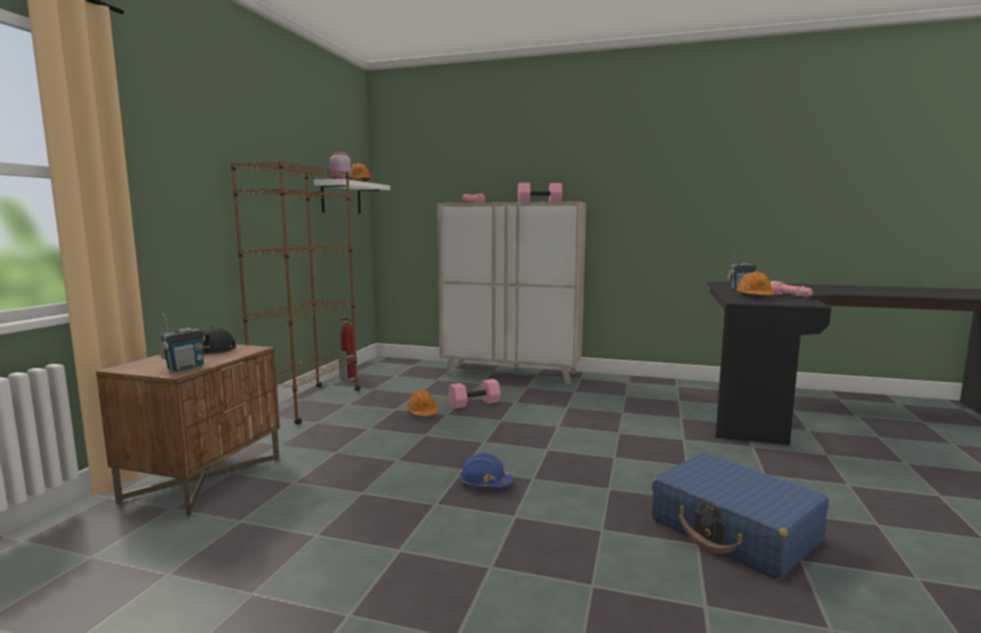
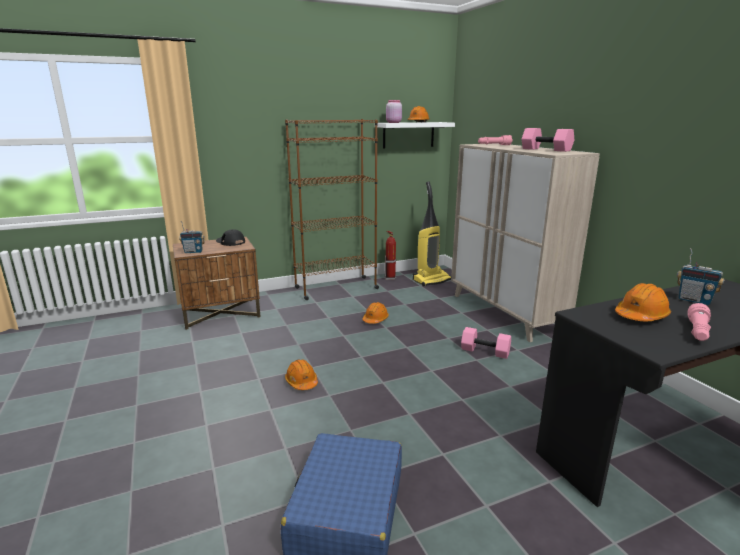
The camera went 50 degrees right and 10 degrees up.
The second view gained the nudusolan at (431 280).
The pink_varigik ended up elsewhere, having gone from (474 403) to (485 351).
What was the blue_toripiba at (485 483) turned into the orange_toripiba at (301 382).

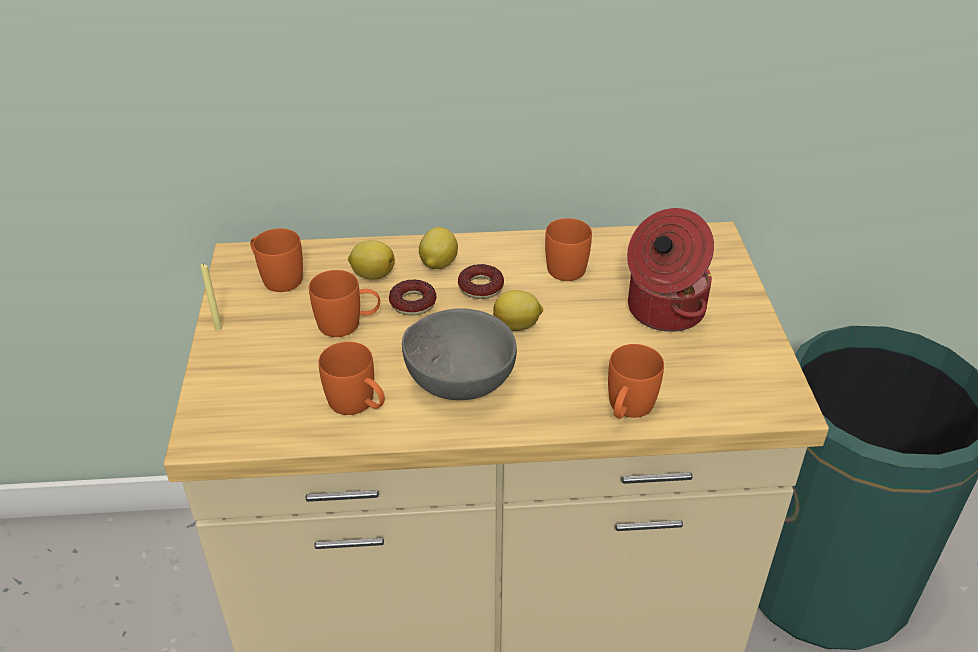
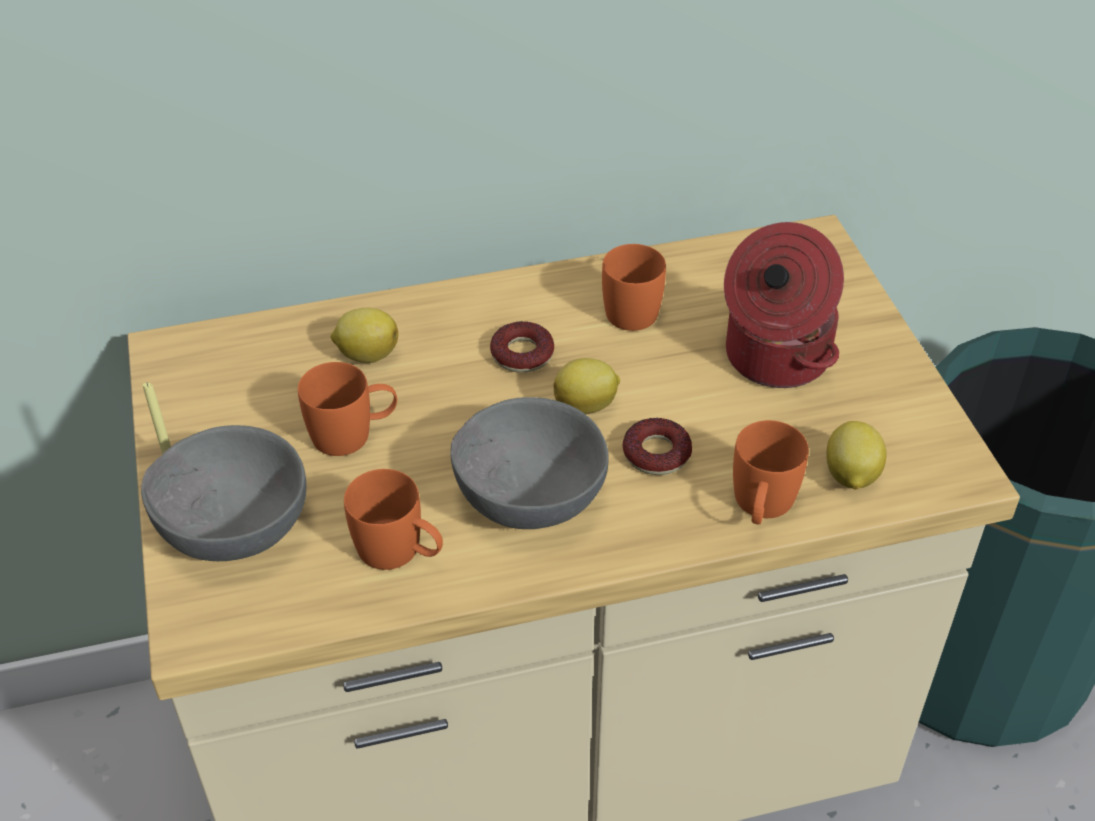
The camera went 10 degrees left and 5 degrees up.
The second view lost the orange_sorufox at (277 277).
The second view gained the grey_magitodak at (232 526).
The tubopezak ended up elsewhere, having gone from (413 303) to (656 453).
The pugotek ended up elsewhere, having gone from (438 264) to (850 476).

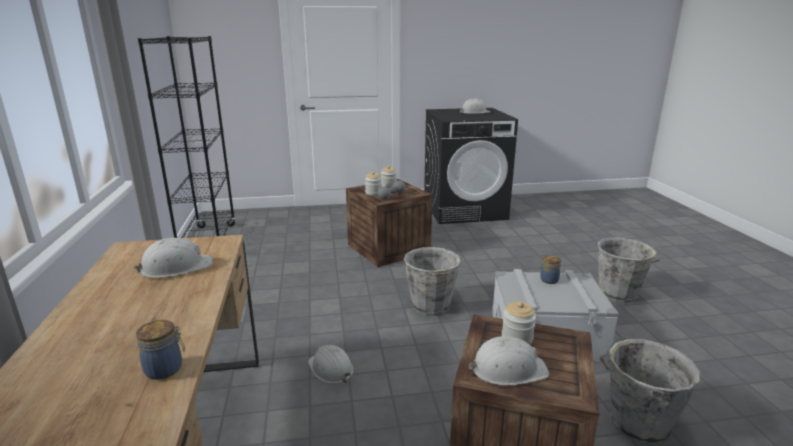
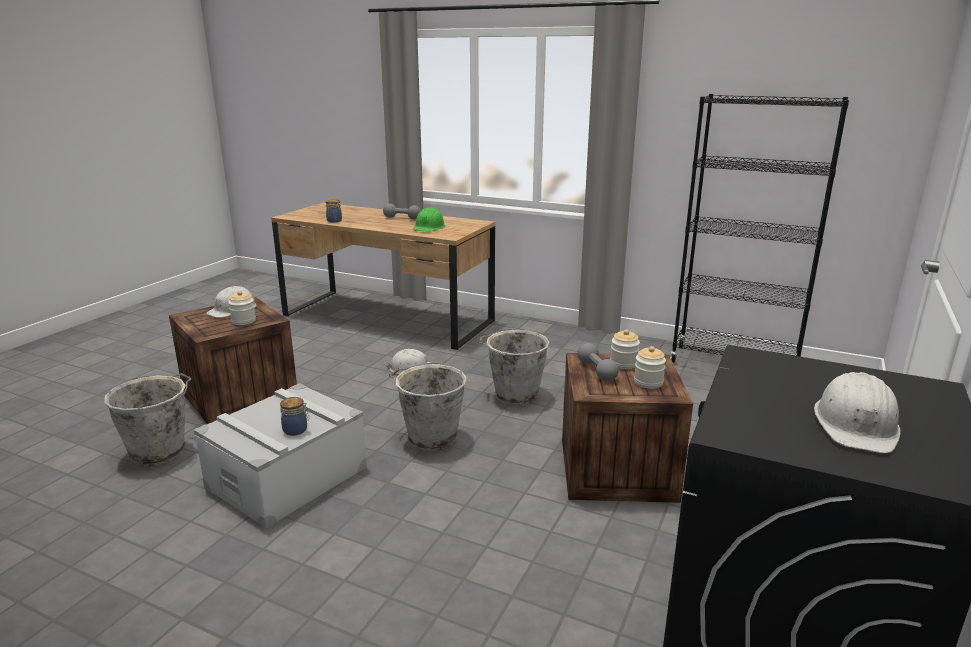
The camera went 125 degrees right and 0 degrees up.
The second view gained the grey_varigik at (402 218).
The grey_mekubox ended up elsewhere, having gone from (619 294) to (514 395).
What was the white_toripiba at (176 267) turned into the green_toripiba at (429 227).

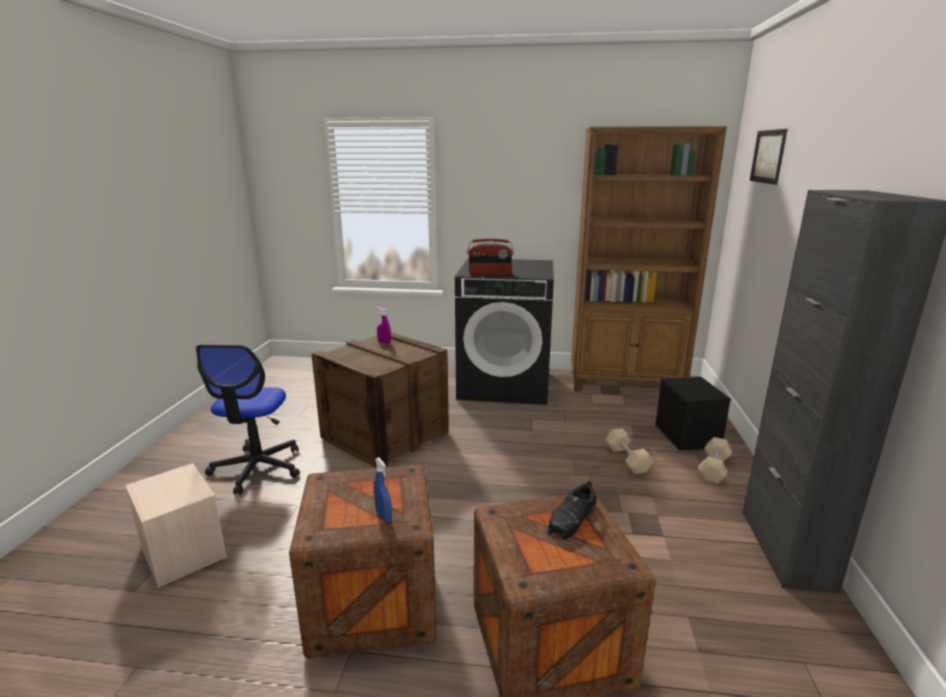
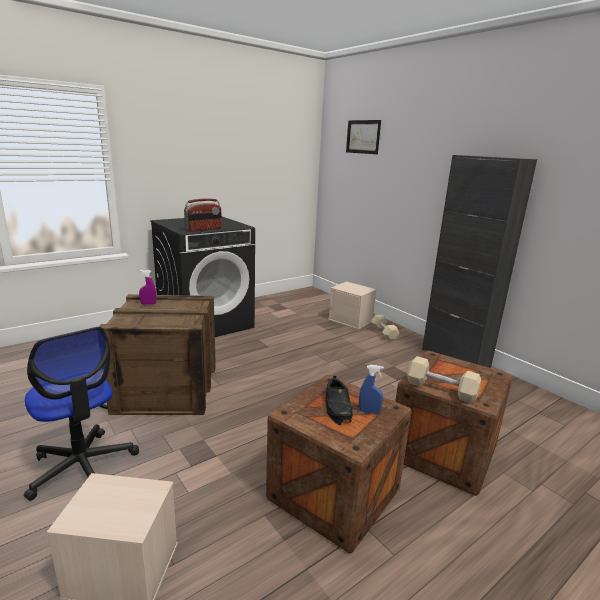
The camera went 45 degrees left and 0 degrees up.
The second view lost the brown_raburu at (626 383).
The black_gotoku ended up elsewhere, having gone from (572 519) to (338 407).
The beige_varigik ended up elsewhere, having gone from (627 459) to (441 389).
What was the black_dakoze at (688 436) turned into the beige_dakoze at (351 320).

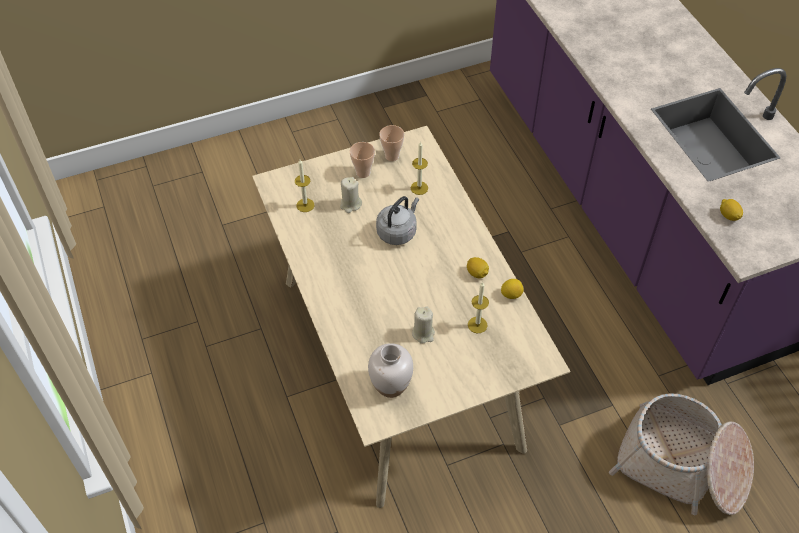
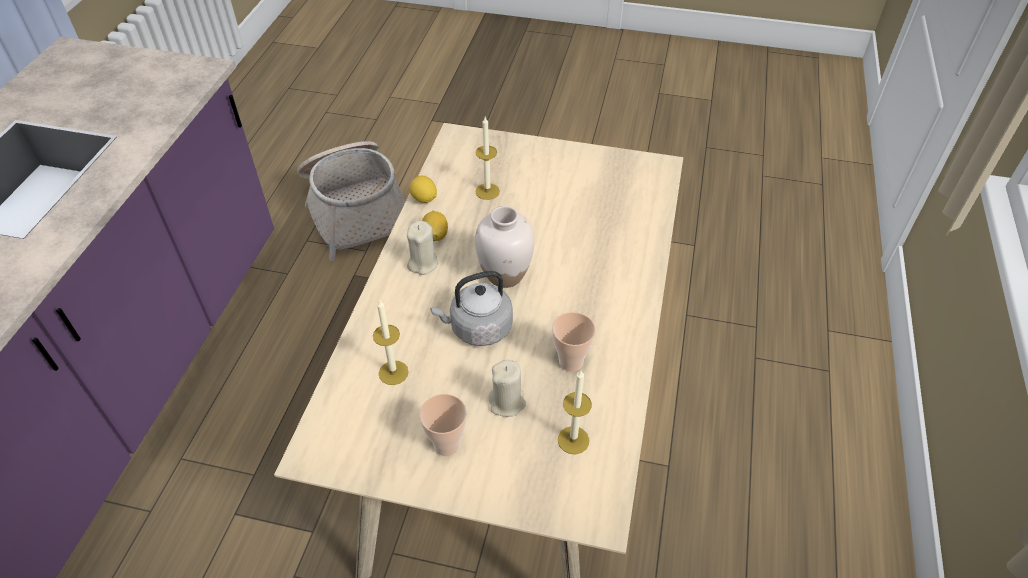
The camera went 145 degrees left and 5 degrees down.
The second view lost the pugotek at (728 216).
The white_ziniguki ended up elsewhere, having gone from (390 385) to (505 275).
The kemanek ended up elsewhere, having gone from (392 156) to (570 362).
The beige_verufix ended up elsewhere, having gone from (423 333) to (423 263).

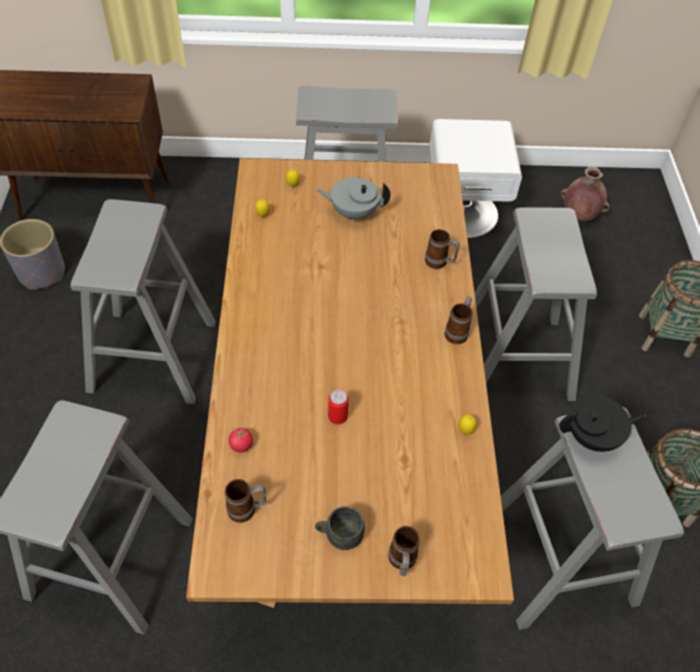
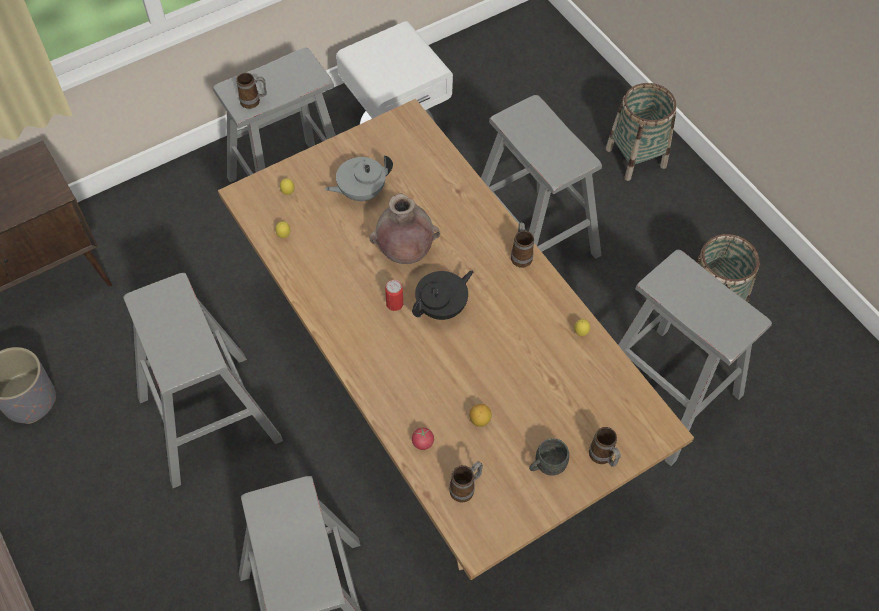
The camera went 30 degrees left and 5 degrees up.
The second view gained the pugotek at (480 420).
The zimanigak ended up elsewhere, having gone from (337 416) to (394 304).
The sorufox ended up elsewhere, having gone from (439 263) to (254 102).
The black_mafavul ended up elsewhere, having gone from (592 437) to (442 307).
The brown_ziniguki ended up elsewhere, having gone from (578 216) to (405 253).

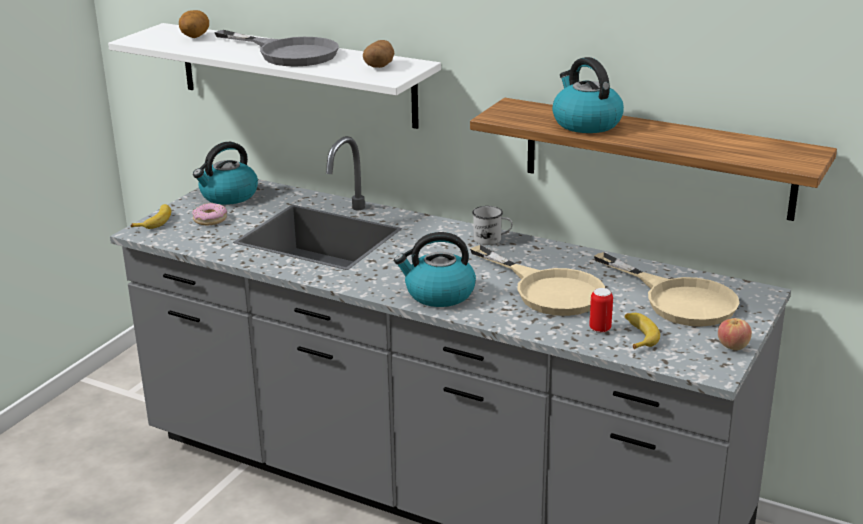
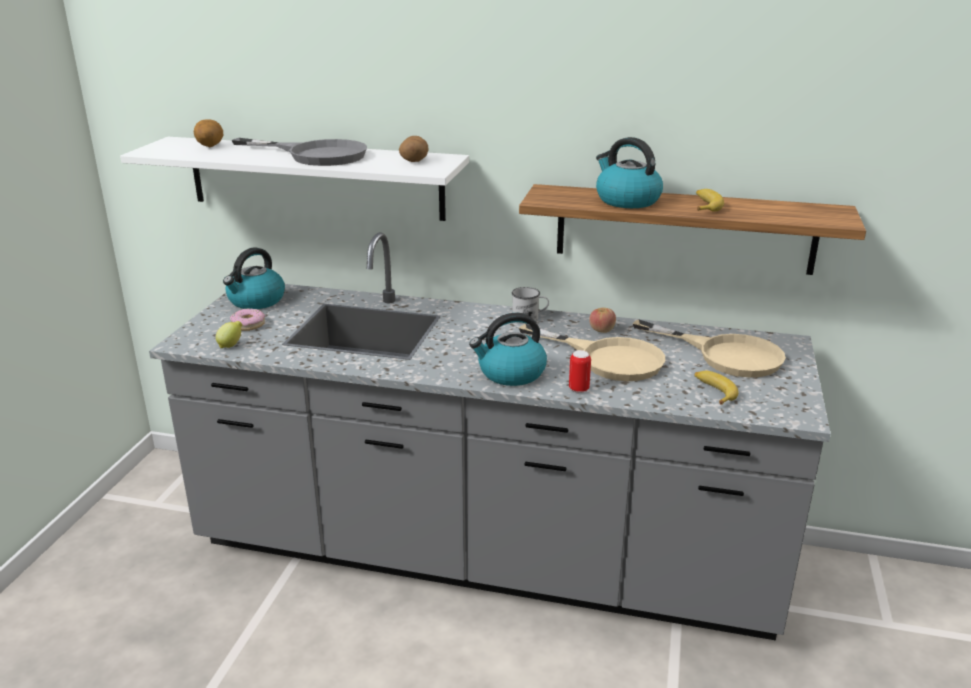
The camera went 15 degrees left and 0 degrees up.
The second view gained the pugotek at (231 345).
The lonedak ended up elsewhere, having gone from (155 221) to (705 206).
The zimanigak ended up elsewhere, having gone from (600 329) to (578 389).
The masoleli ended up elsewhere, having gone from (733 346) to (601 330).

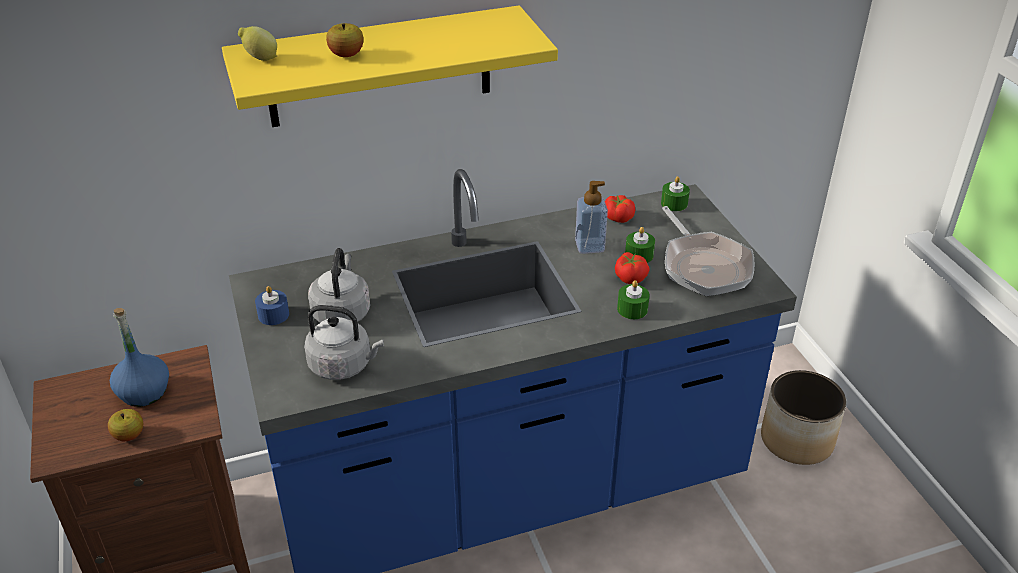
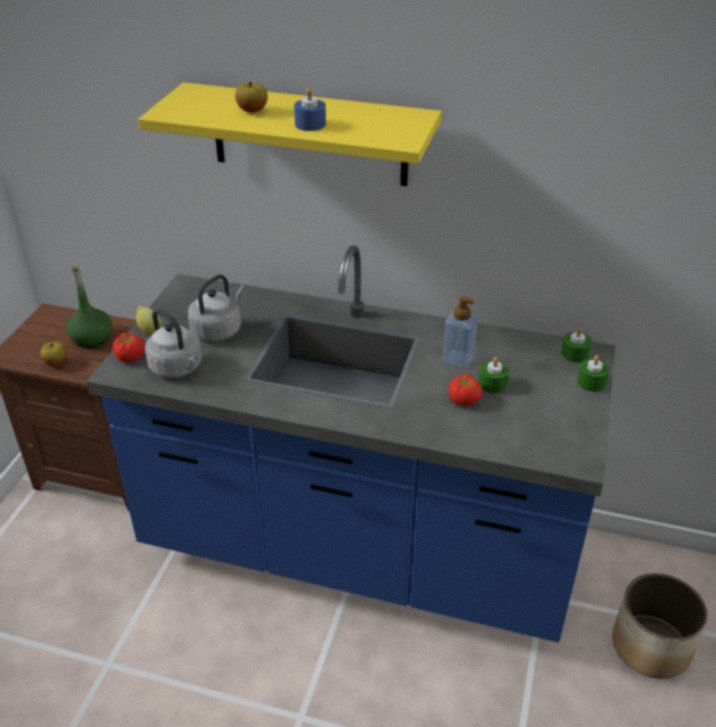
The camera went 35 degrees right and 0 degrees up.
The second view lost the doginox at (704 266).
The pugotek ended up elsewhere, having gone from (260 59) to (149 331).
The blue_verufix ended up elsewhere, having gone from (273 315) to (310 124).
The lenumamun ended up elsewhere, having gone from (618 217) to (131 356).
The green_verufix ended up elsewhere, having gone from (632 309) to (591 382).
What was the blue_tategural at (144 392) turned into the green_tategural at (92 338).

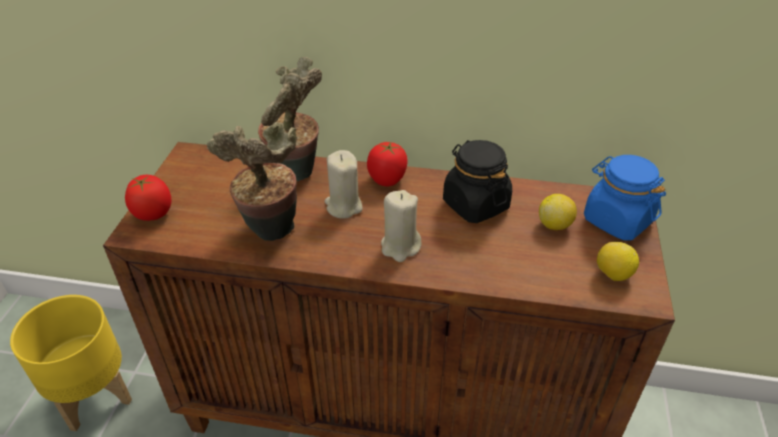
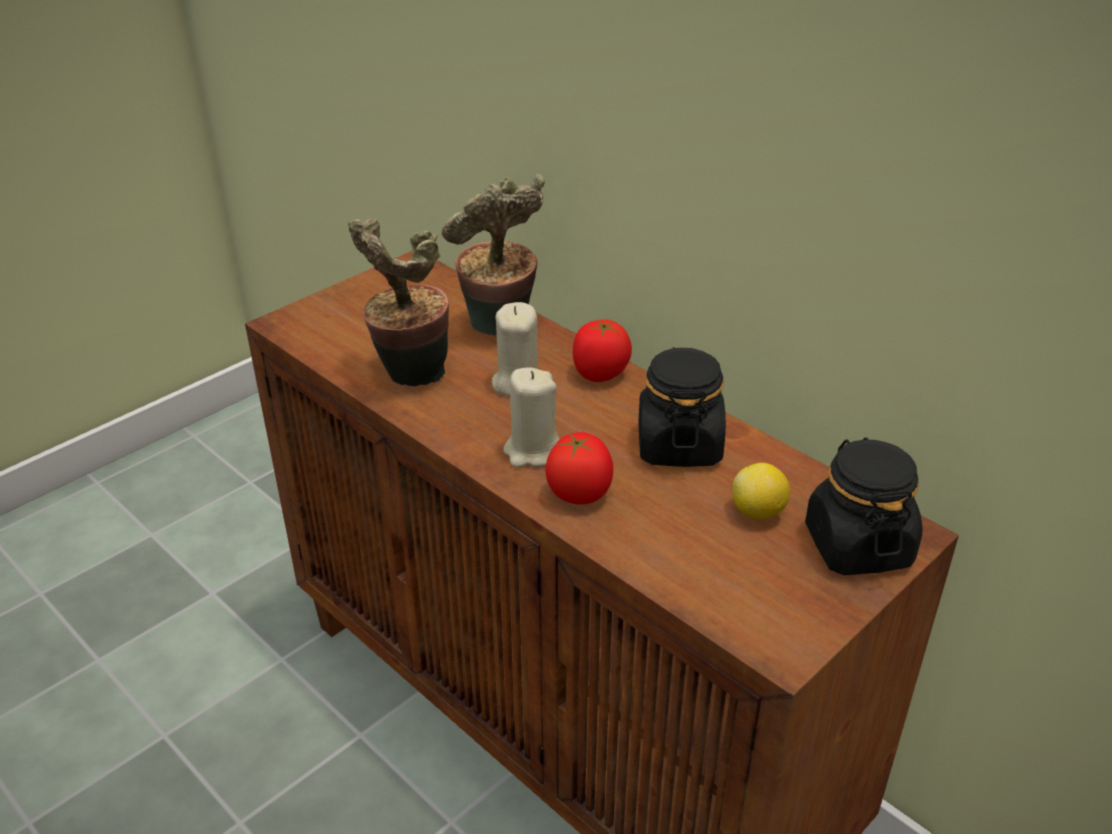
The camera went 35 degrees right and 5 degrees down.
The second view lost the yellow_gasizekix at (93 395).
The second view lost the pugotek at (612 274).
The lenumamun ended up elsewhere, having gone from (153 213) to (579 493).
What was the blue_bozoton at (616 220) turned into the black_bozoton at (857 545).

